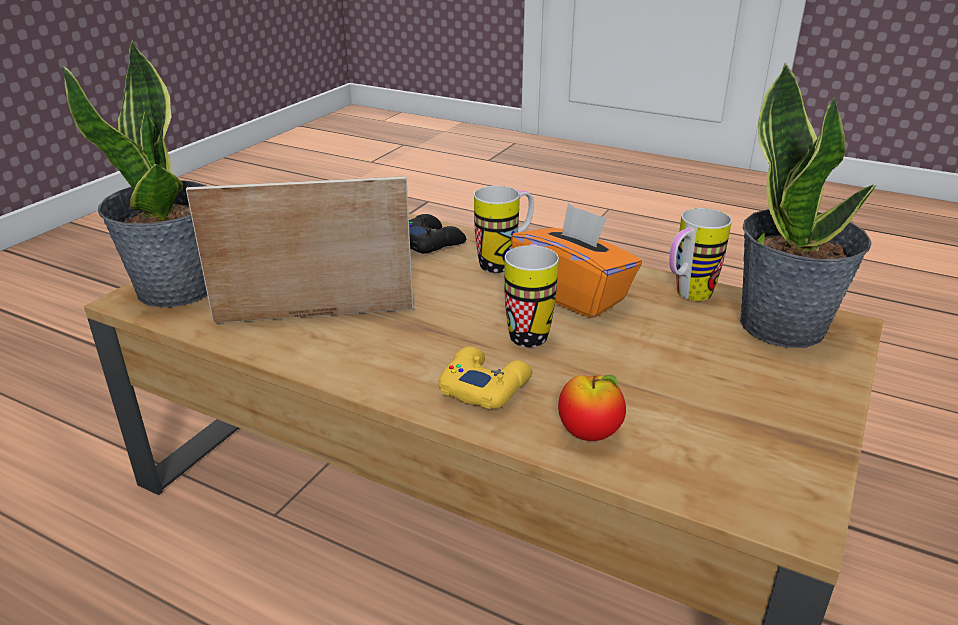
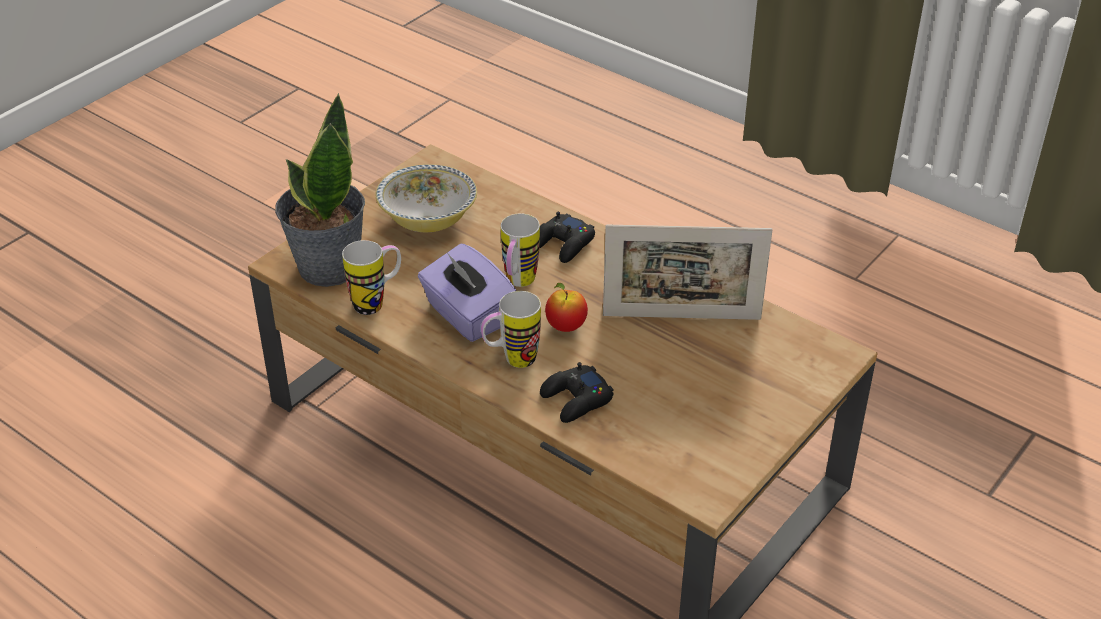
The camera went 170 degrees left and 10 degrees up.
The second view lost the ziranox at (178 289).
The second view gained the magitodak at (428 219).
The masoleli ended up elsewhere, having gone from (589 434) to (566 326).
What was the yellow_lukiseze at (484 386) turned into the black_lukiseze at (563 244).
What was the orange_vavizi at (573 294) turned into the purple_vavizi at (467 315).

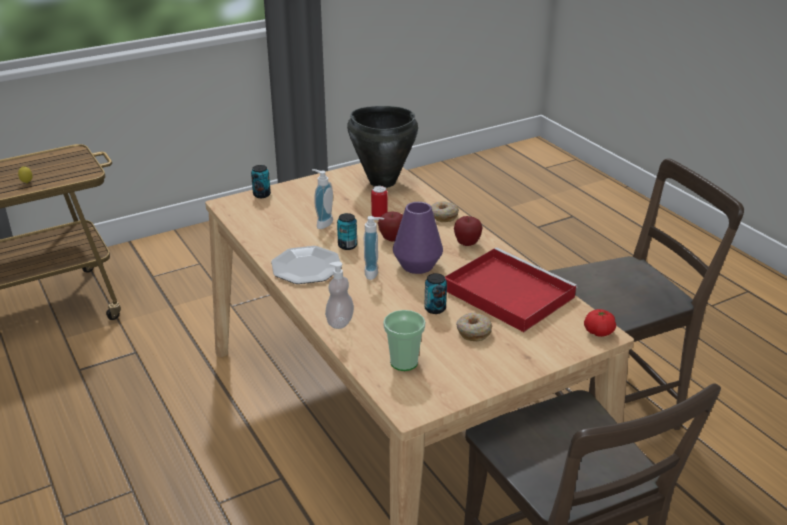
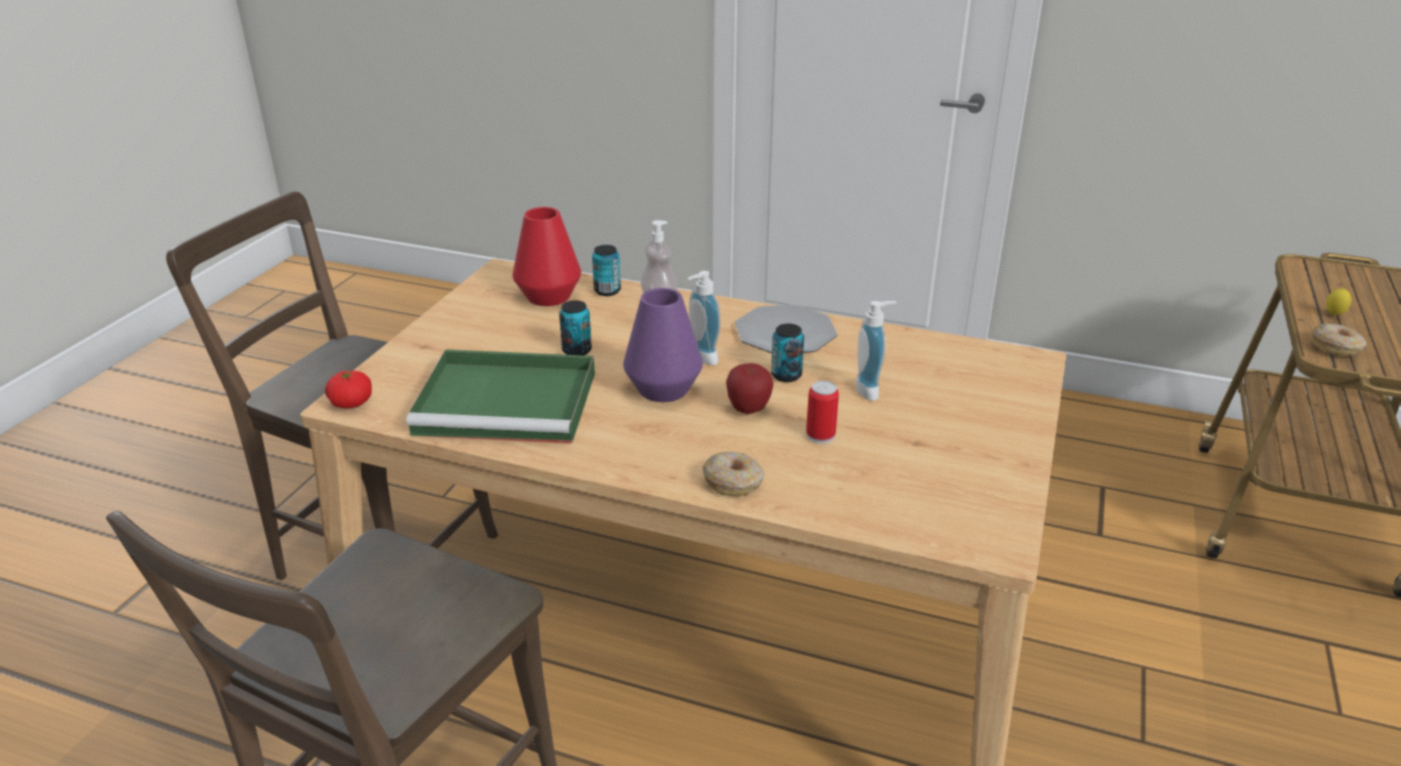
The camera went 140 degrees right and 0 degrees up.
The second view lost the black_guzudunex at (382 182).
The second view lost the masoleli at (467 244).
The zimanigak ended up elsewhere, having gone from (262 195) to (607 291).
The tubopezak ended up elsewhere, having gone from (473 332) to (1336 347).
Where the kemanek stood at (404 362), the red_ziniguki came to stand at (549 296).
What was the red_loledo at (506 292) turned into the green_loledo at (510 403).

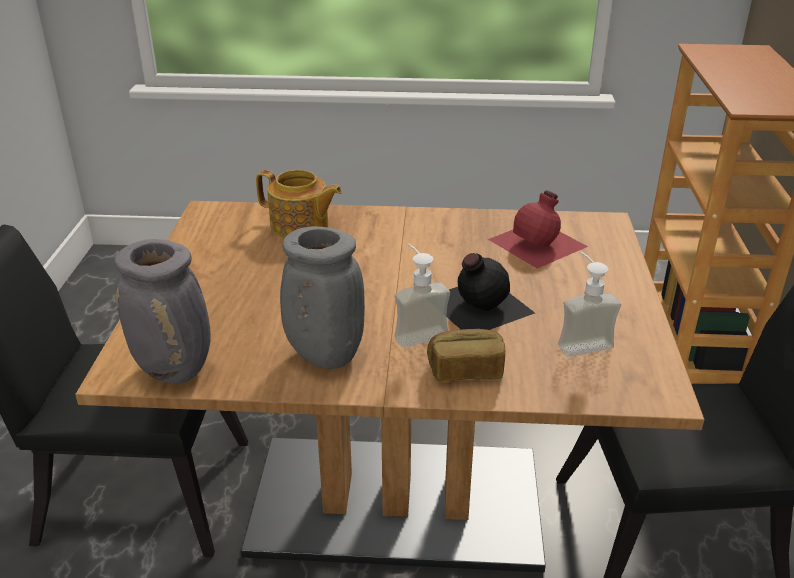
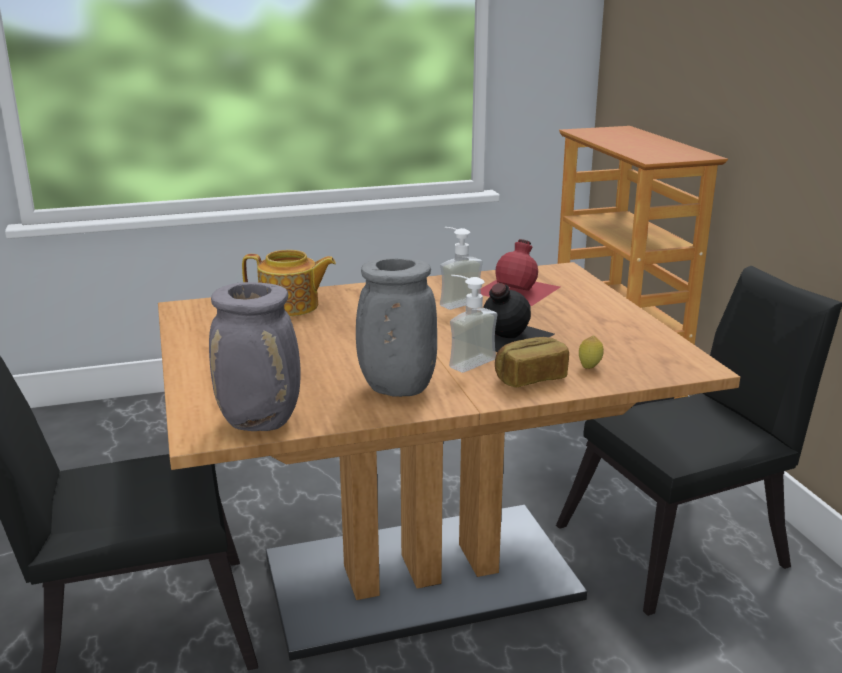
The camera went 20 degrees left and 10 degrees down.
The second view gained the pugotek at (589 367).
The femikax ended up elsewhere, having gone from (580 341) to (455 301).

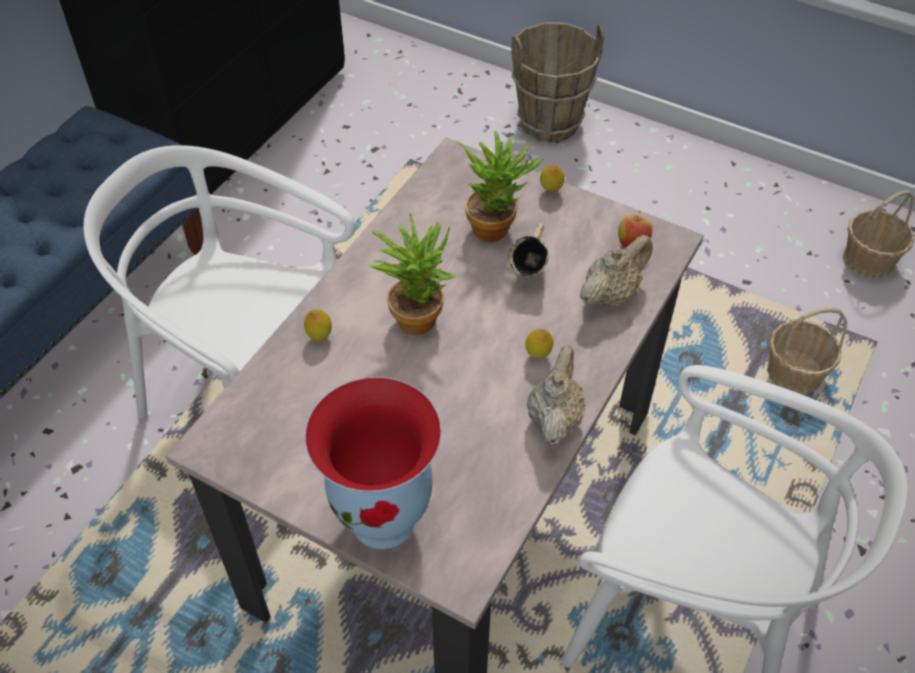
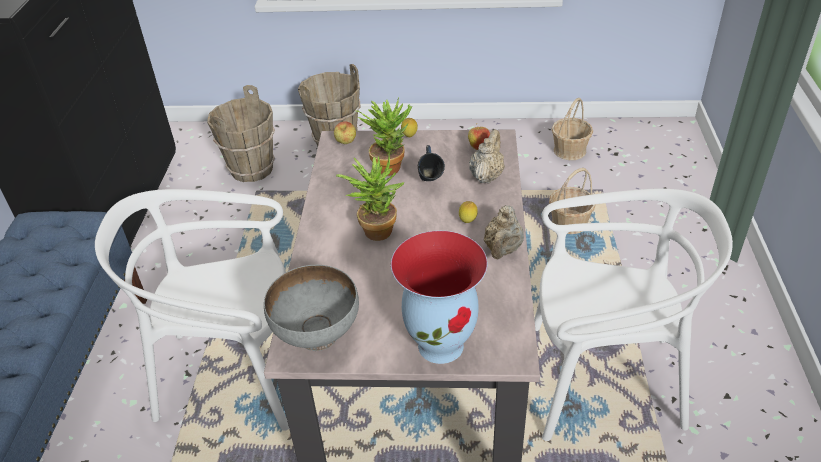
The camera went 25 degrees left and 10 degrees down.
The second view lost the pugotek at (319 337).
The second view gained the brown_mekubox at (252 169).
The second view gained the grey_magitodak at (317 335).
The second view gained the masoleli at (346 143).
What was the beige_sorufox at (529 275) turned into the blue_sorufox at (430 183).
The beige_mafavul at (554 418) ended up facing another way, 150 degrees counterclockwise from before.

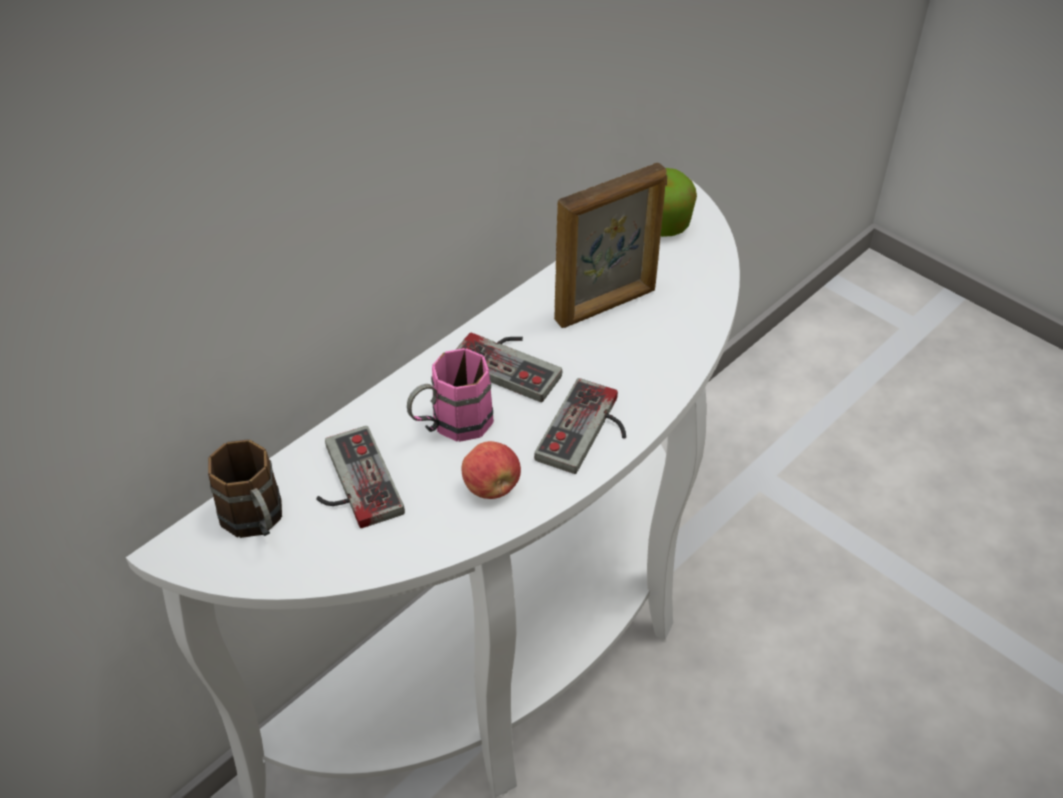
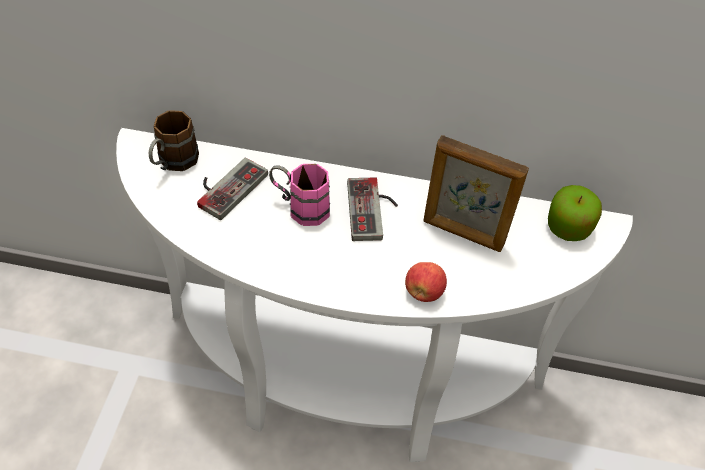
The camera went 55 degrees right and 5 degrees up.
The second view lost the lukiseze at (589 432).
The masoleli ended up elsewhere, having gone from (491 487) to (423 292).

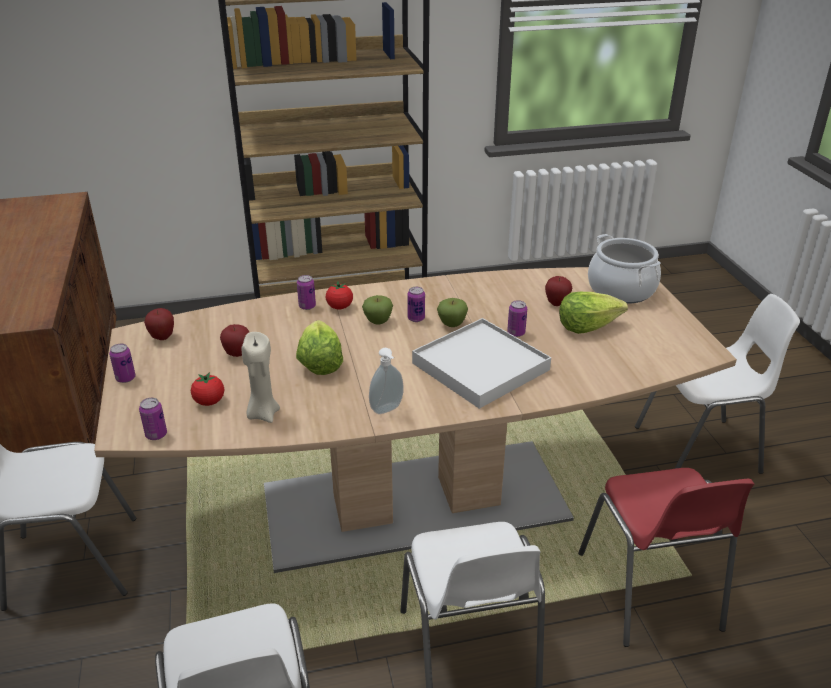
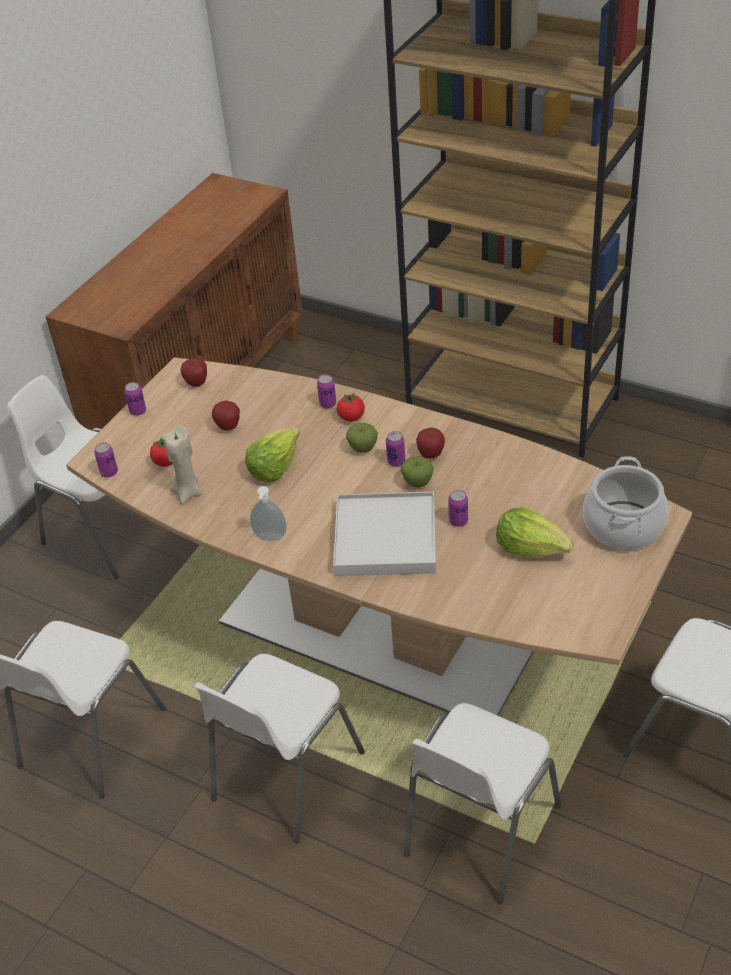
The camera went 45 degrees right and 10 degrees up.
The masoleli ended up elsewhere, having gone from (557 303) to (431 455).
What was the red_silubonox at (650 593) turned into the white_silubonox at (478 832).

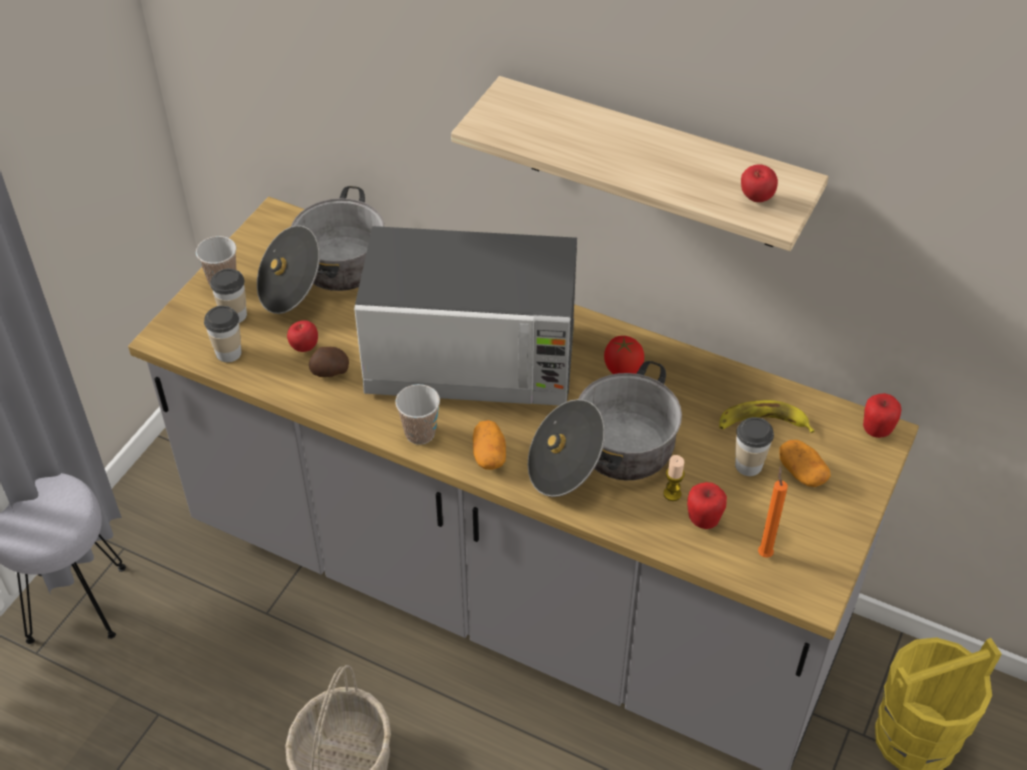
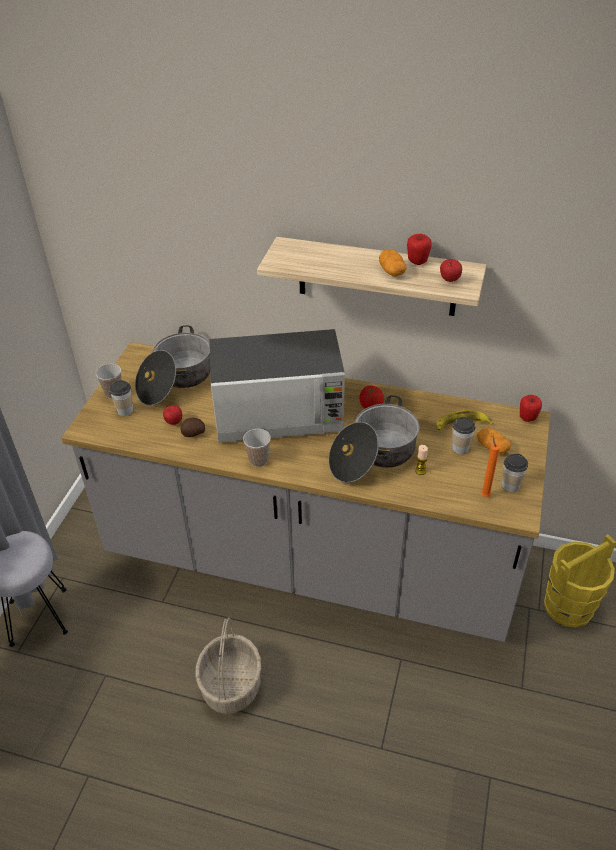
The camera went 10 degrees left and 5 degrees down.
The kemanek ended up elsewhere, having gone from (228 353) to (510 485).
The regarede ended up elsewhere, having gone from (489 454) to (391 271).
The masoleli ended up elsewhere, having gone from (703 520) to (417 262).

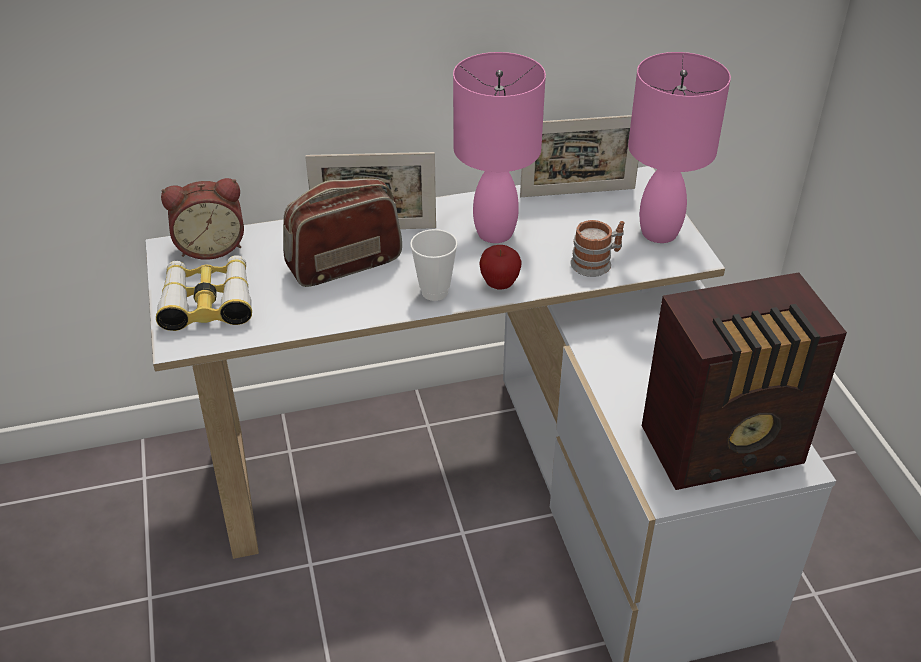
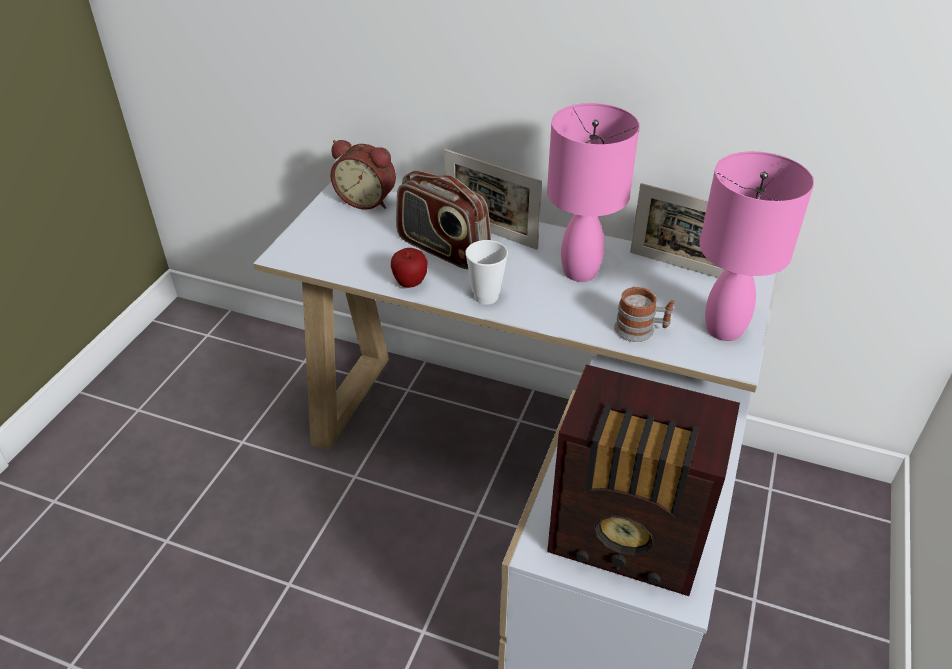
The camera went 35 degrees right and 0 degrees up.
The second view lost the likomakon at (207 302).
The masoleli ended up elsewhere, having gone from (499 284) to (410 283).
The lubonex at (344 264) ended up facing another way, 150 degrees counterclockwise from before.

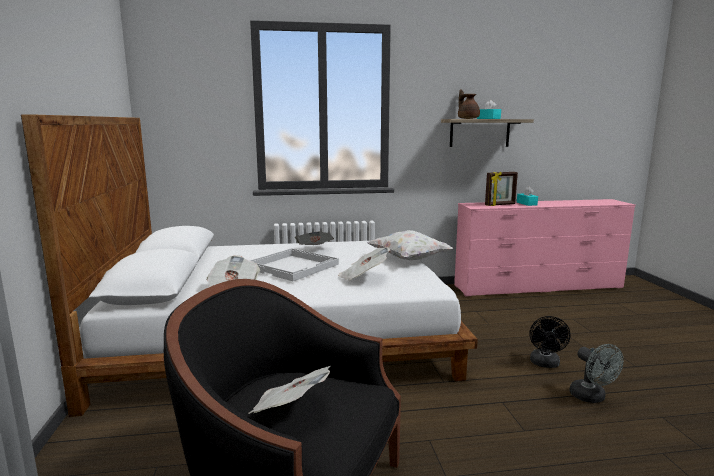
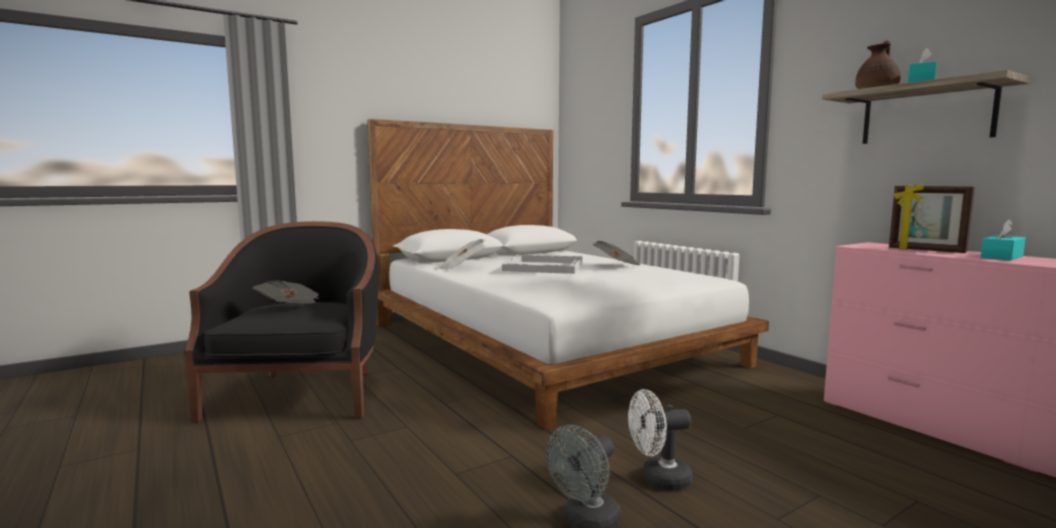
The camera went 65 degrees right and 5 degrees down.
The second view lost the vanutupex at (363 277).
The second view lost the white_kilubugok at (409 259).
What was the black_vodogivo at (545 364) turned into the white_vodogivo at (658 480).

